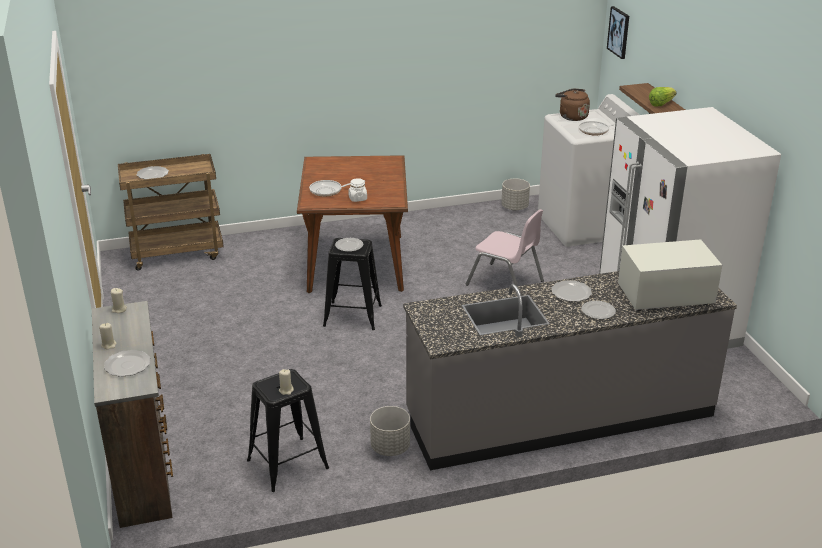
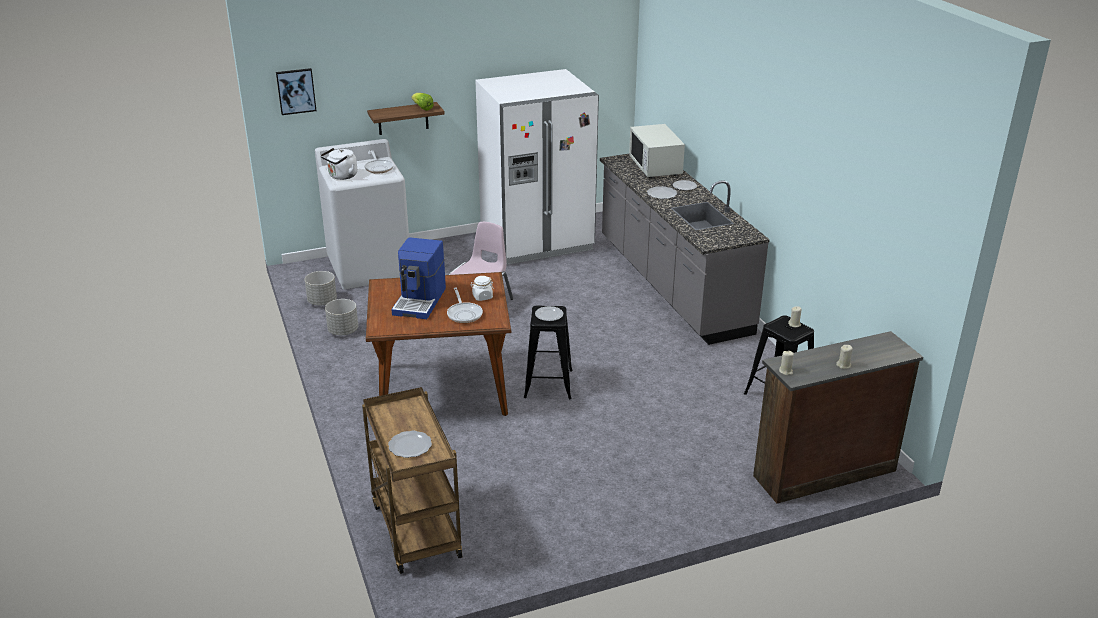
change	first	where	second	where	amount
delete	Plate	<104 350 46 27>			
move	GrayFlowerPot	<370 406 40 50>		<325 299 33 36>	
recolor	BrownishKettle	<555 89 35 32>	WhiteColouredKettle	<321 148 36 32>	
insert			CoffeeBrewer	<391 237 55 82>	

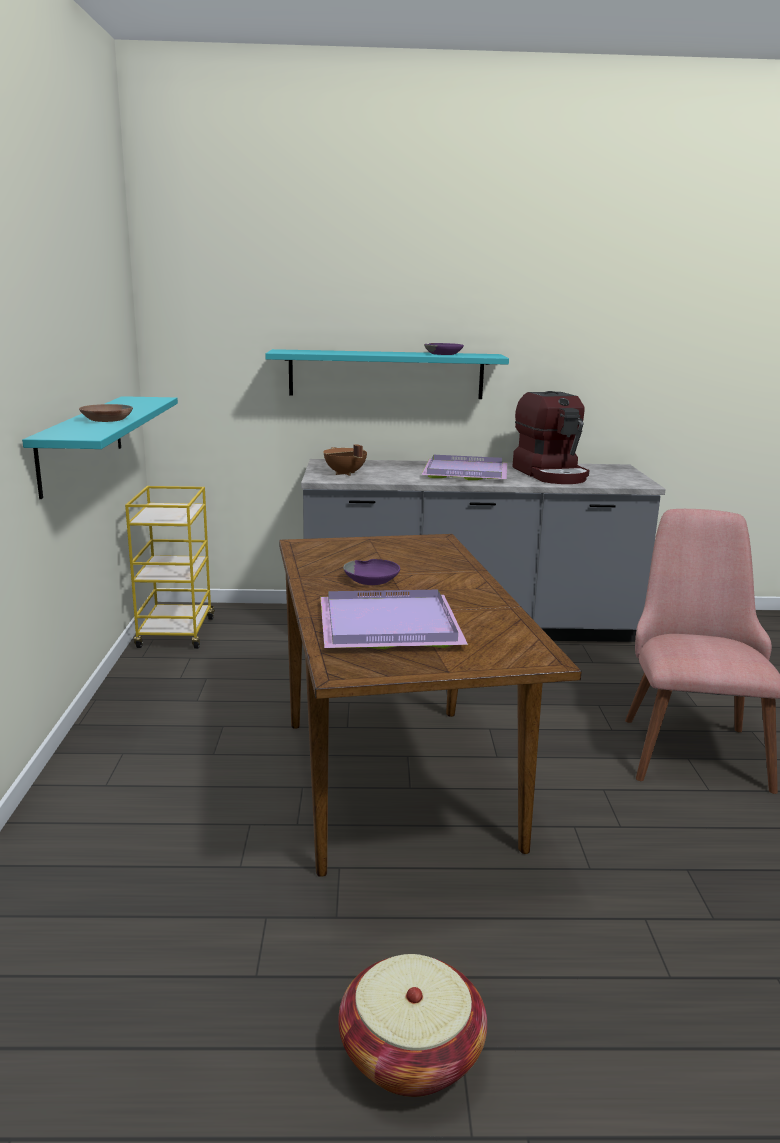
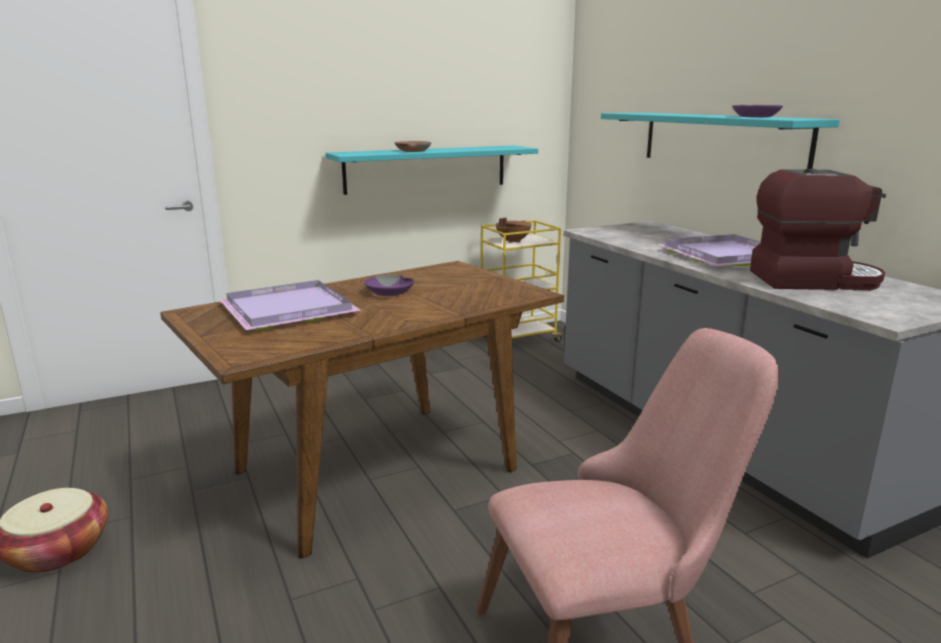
change	first	where	second	where	amount
move	BrownishStockpot	<323 444 44 32>		<496 217 36 26>	
rotate	CoffeeBrewer	<513 391 76 93>		<750 169 136 121>	135 degrees counterclockwise

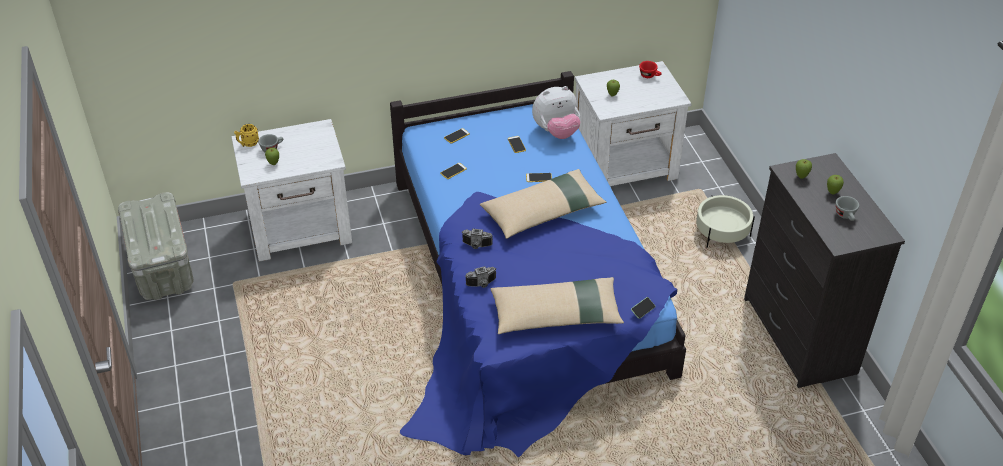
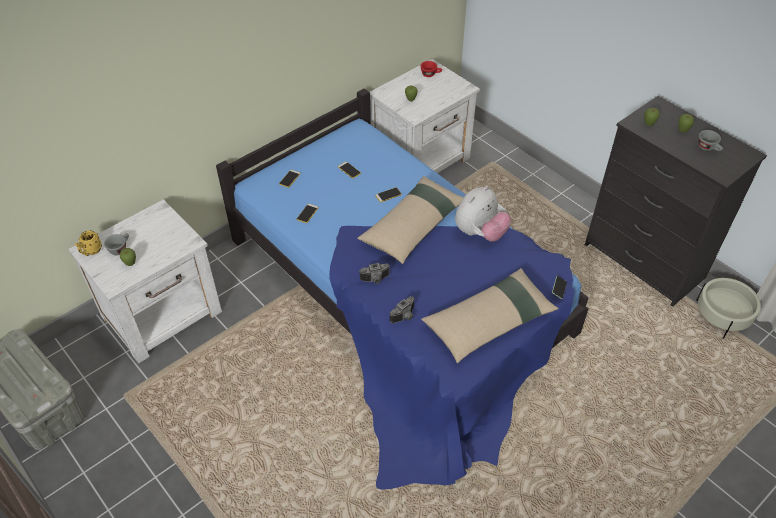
change	first	where	second	where	amount
move	CuddlyToy	<532 86 49 53>		<455 186 56 56>	
move	BeigeFlowerPot	<696 195 59 53>		<696 278 65 61>	

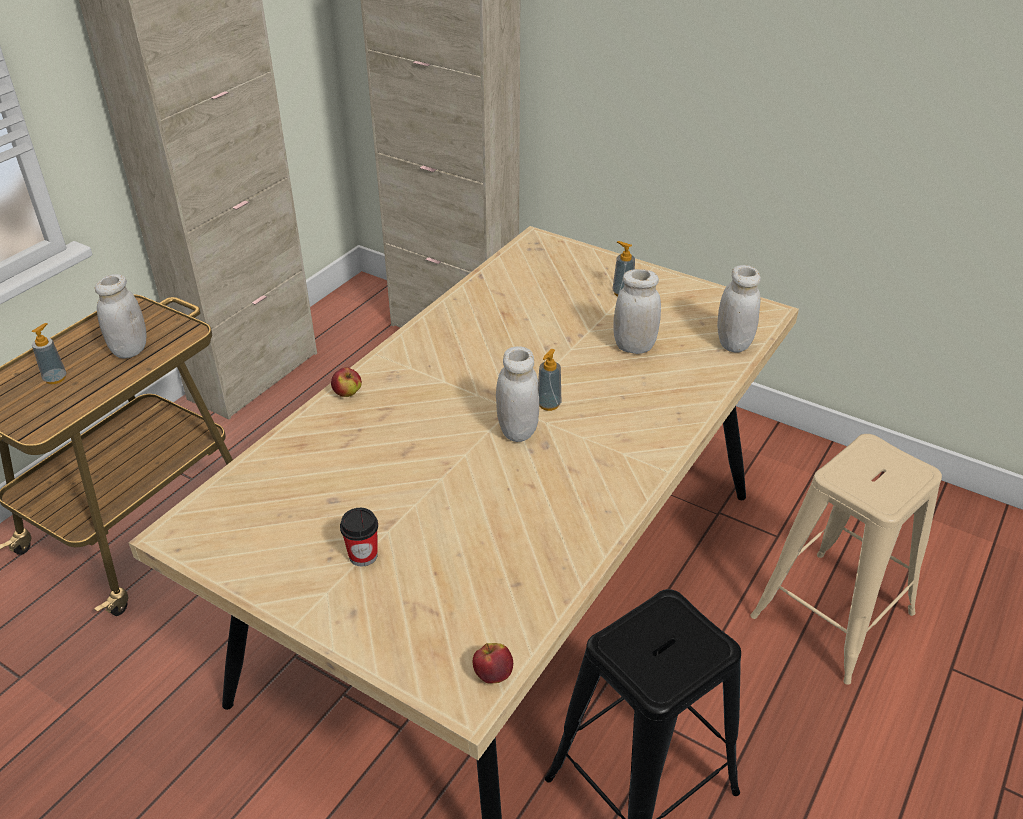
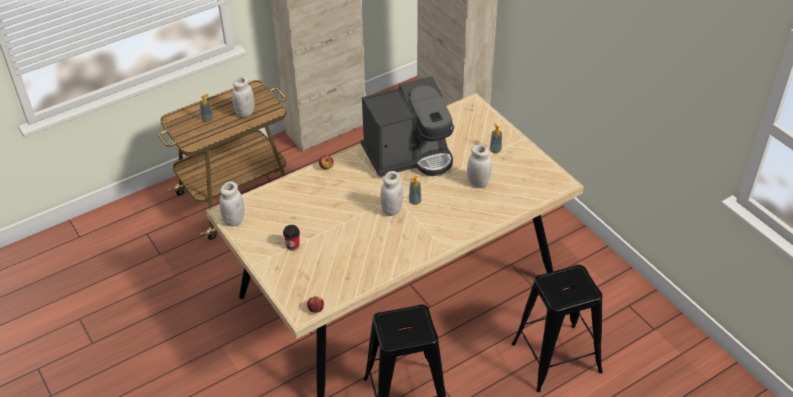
change	first	where	second	where	amount
move	WhiteColouredStorageJar	<717 265 44 87>		<220 181 25 46>	
recolor	BeigeStoolSeat	<750 434 192 251>	BlackishStoolSeat	<512 265 91 127>	
insert			CoffeeBrewer	<361 76 93 101>	

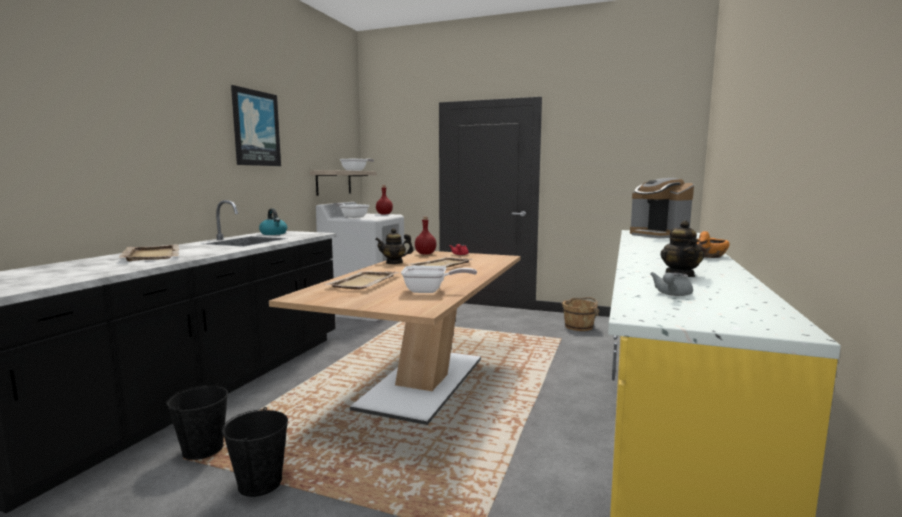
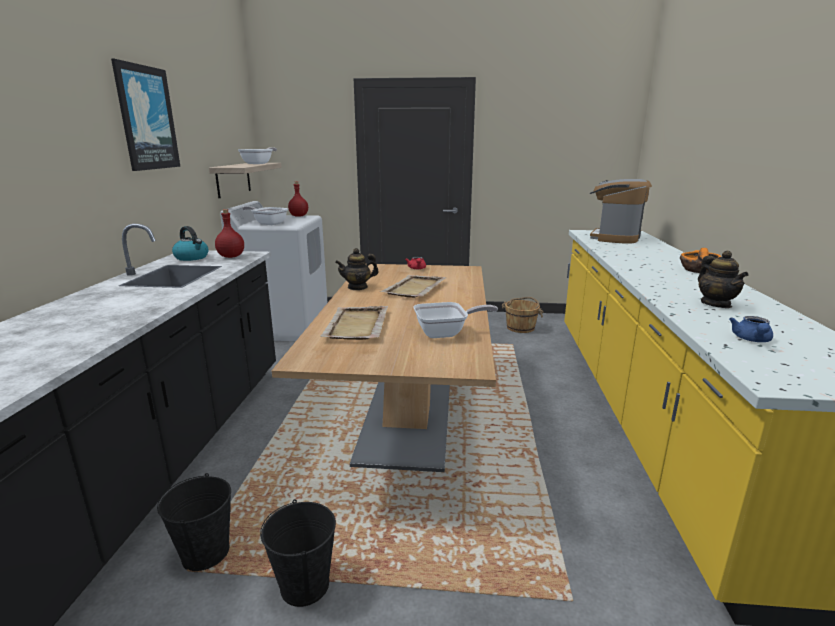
change	first	where	second	where	amount
delete	BeigeTray	<119 244 60 17>			
move	RedColouredBeverageBottle	<415 217 22 38>		<215 209 29 49>	
rotate	CoffeeBrewer	<630 178 64 60>		<590 179 62 65>	75 degrees clockwise
recolor	GrayPotForTea	<650 272 43 24>	BluePotForTea	<729 316 44 26>	

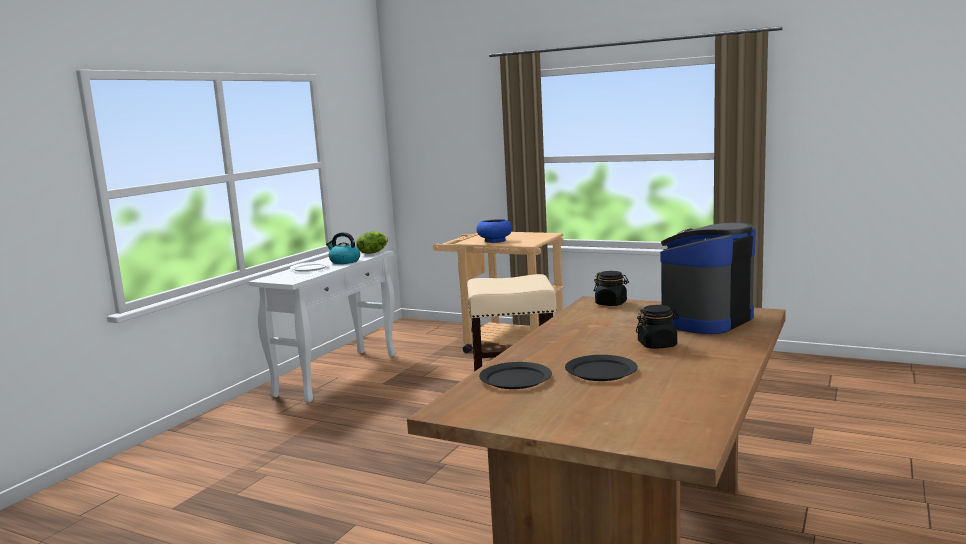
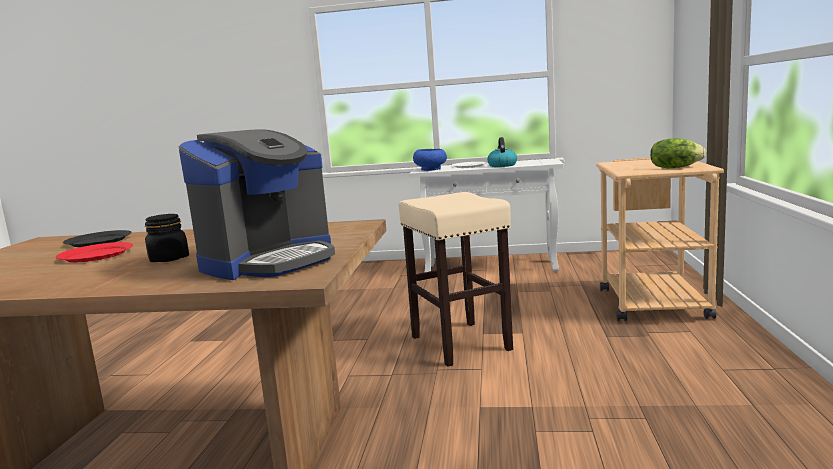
change	first	where	second	where	amount
move	Lettuce	<356 231 32 23>		<650 138 56 30>	
move	BlueBowl	<476 219 36 24>		<413 149 34 22>	
recolor	BlackishPlate	<565 355 73 26>	RedColouredPlate	<56 242 77 20>	
delete	BlackishStorageJar	<594 271 35 35>			
rotate	CoffeeBrewer	<659 222 97 112>		<179 129 156 151>	105 degrees clockwise

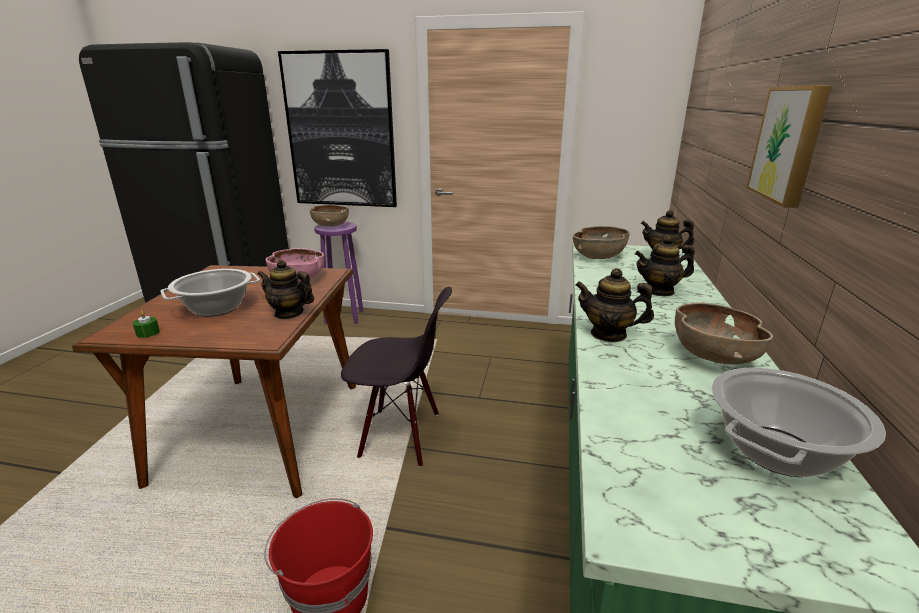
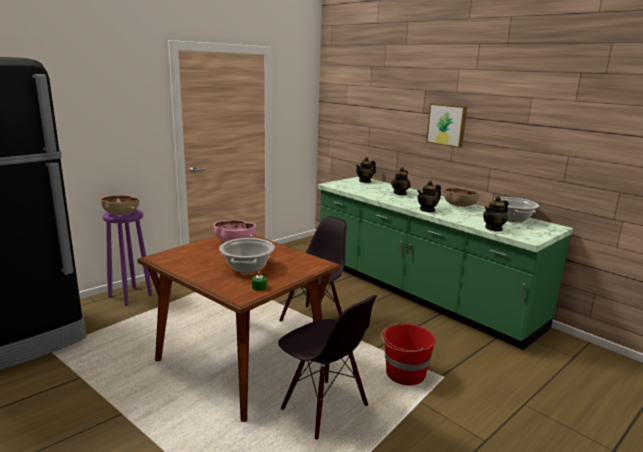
change	first	where	second	where	amount
move	PotForTea	<257 260 57 59>		<483 196 25 35>	
delete	WallPicture	<278 49 119 158>			
delete	BrownishBowl	<573 226 57 33>			
insert			BlackishPlainChair	<278 295 99 145>	

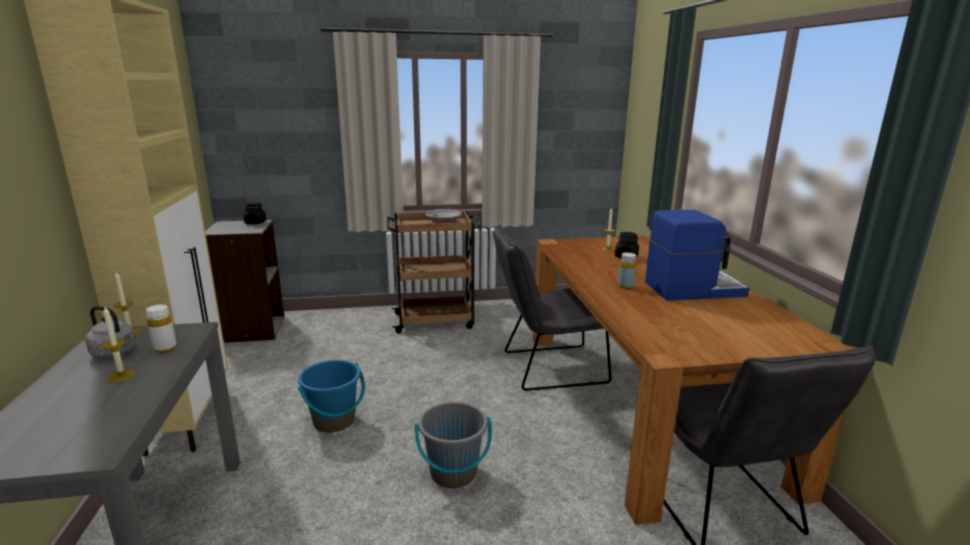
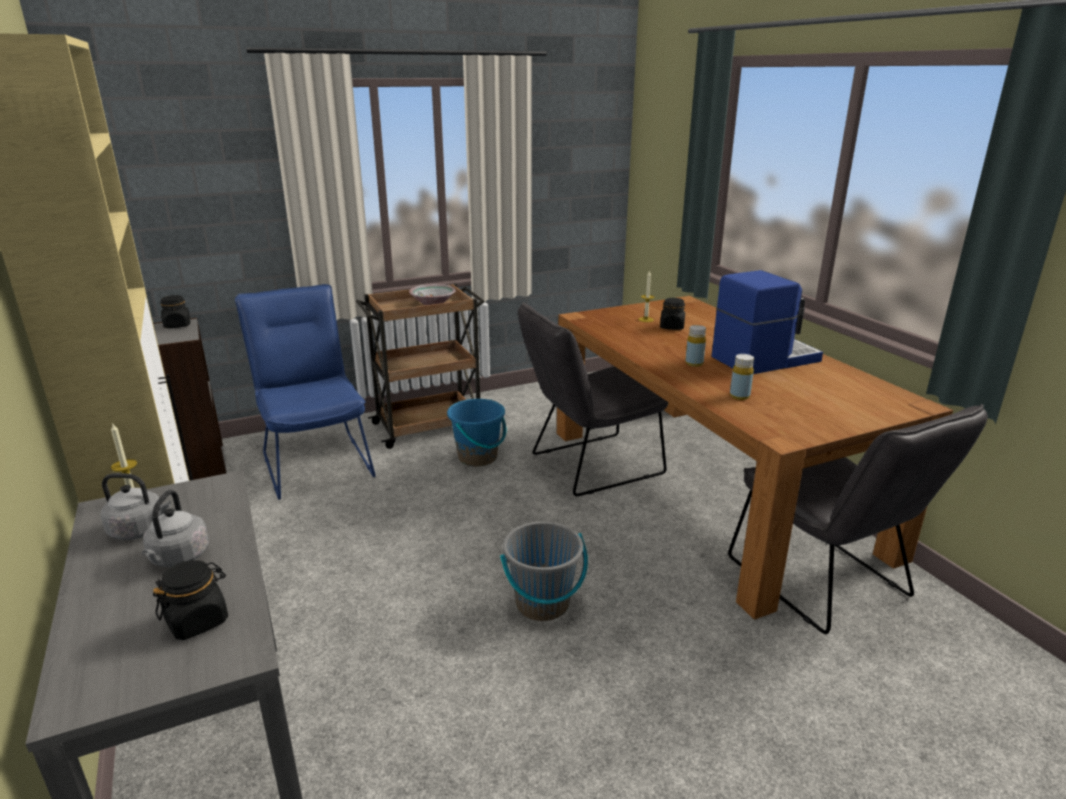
change	first	where	second	where	amount
replace	WaxCandle	<102 307 33 75>	GrayKettle	<142 490 67 77>	
delete	WhiteColouredBeverageBottle	<146 304 31 49>			
move	BluePail	<298 360 67 73>		<447 399 59 68>	
insert			BlackishStorageJar	<153 560 75 80>	
insert			BluePlainChair	<235 284 141 216>	
insert			YellowishBeverageBottle	<730 354 24 46>	

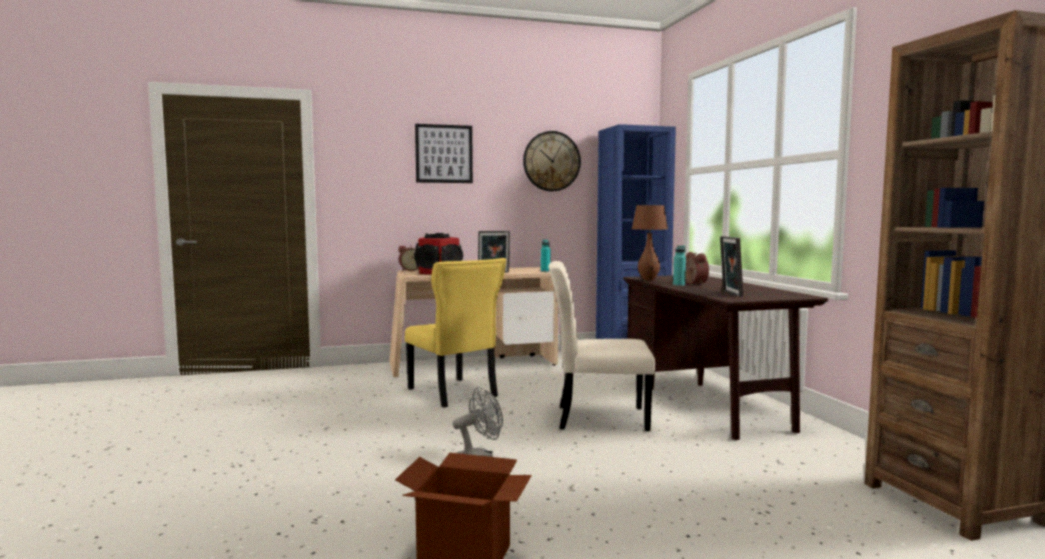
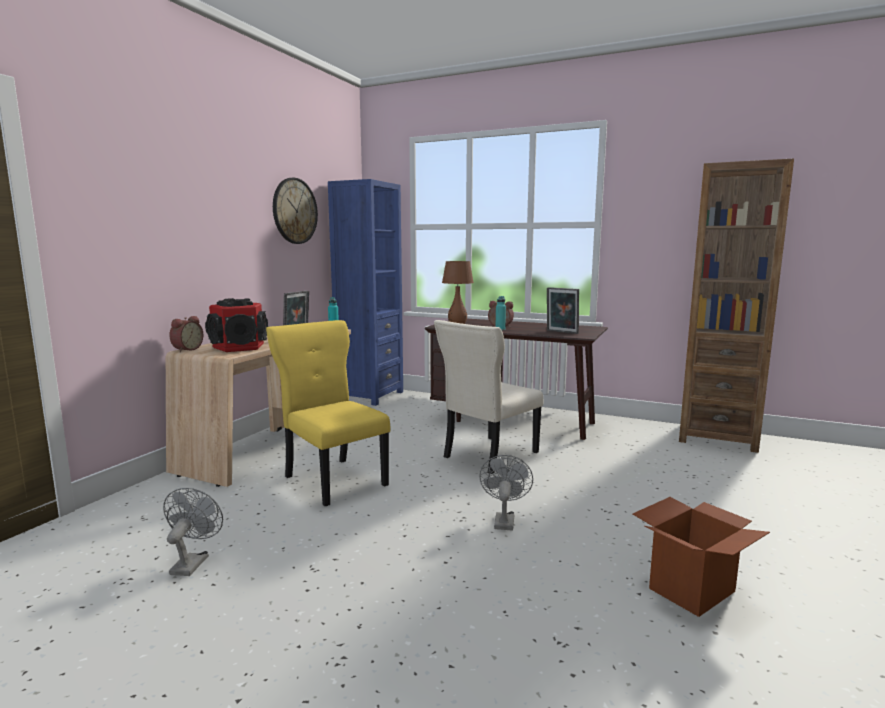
change	first	where	second	where	amount
rotate	YellowishPlainChair	<405 258 101 150>		<266 320 125 186>	135 degrees counterclockwise
delete	WallPicture	<415 124 58 59>			
insert			GrayElectricFan	<163 488 60 88>	

